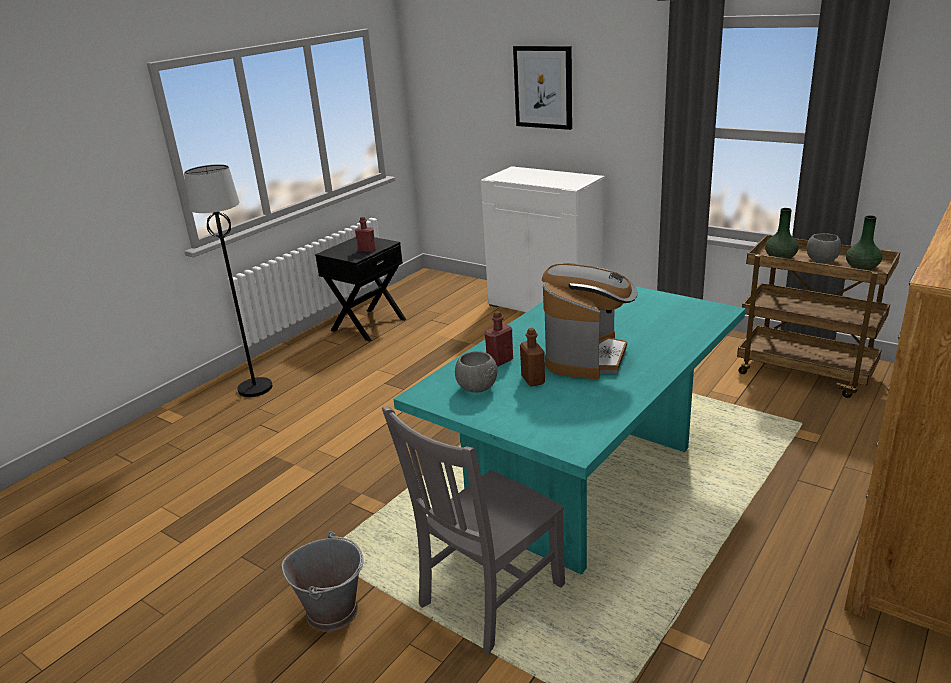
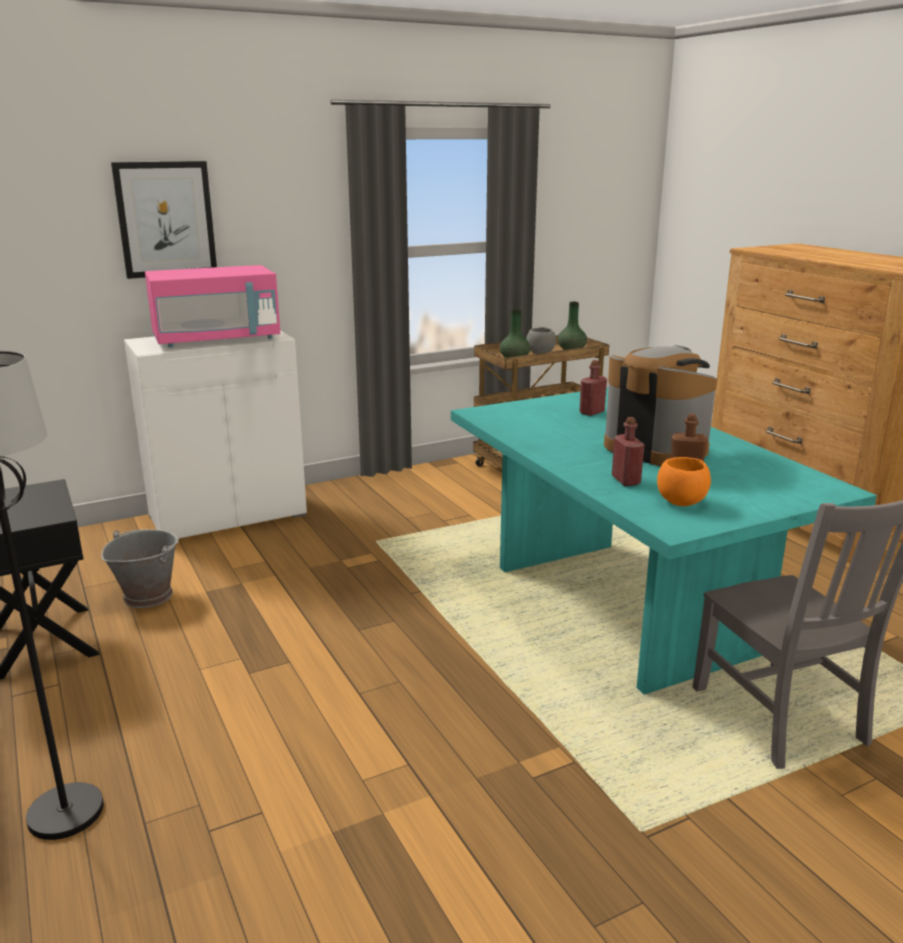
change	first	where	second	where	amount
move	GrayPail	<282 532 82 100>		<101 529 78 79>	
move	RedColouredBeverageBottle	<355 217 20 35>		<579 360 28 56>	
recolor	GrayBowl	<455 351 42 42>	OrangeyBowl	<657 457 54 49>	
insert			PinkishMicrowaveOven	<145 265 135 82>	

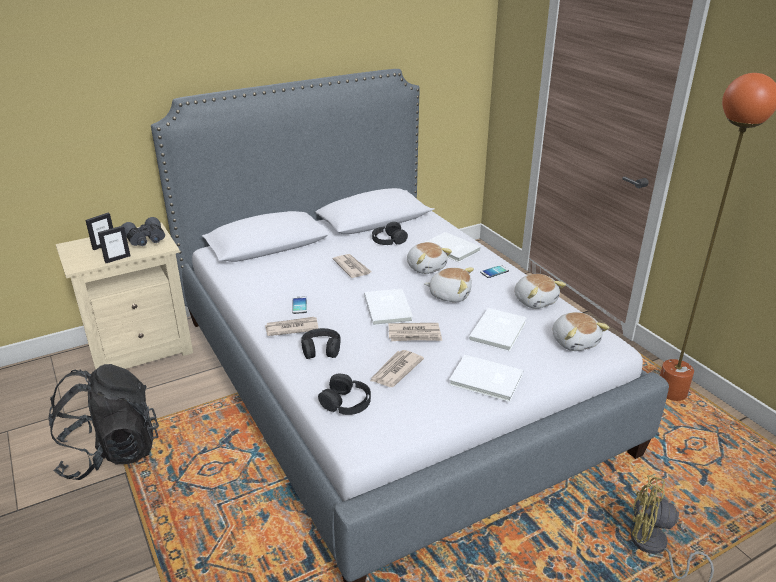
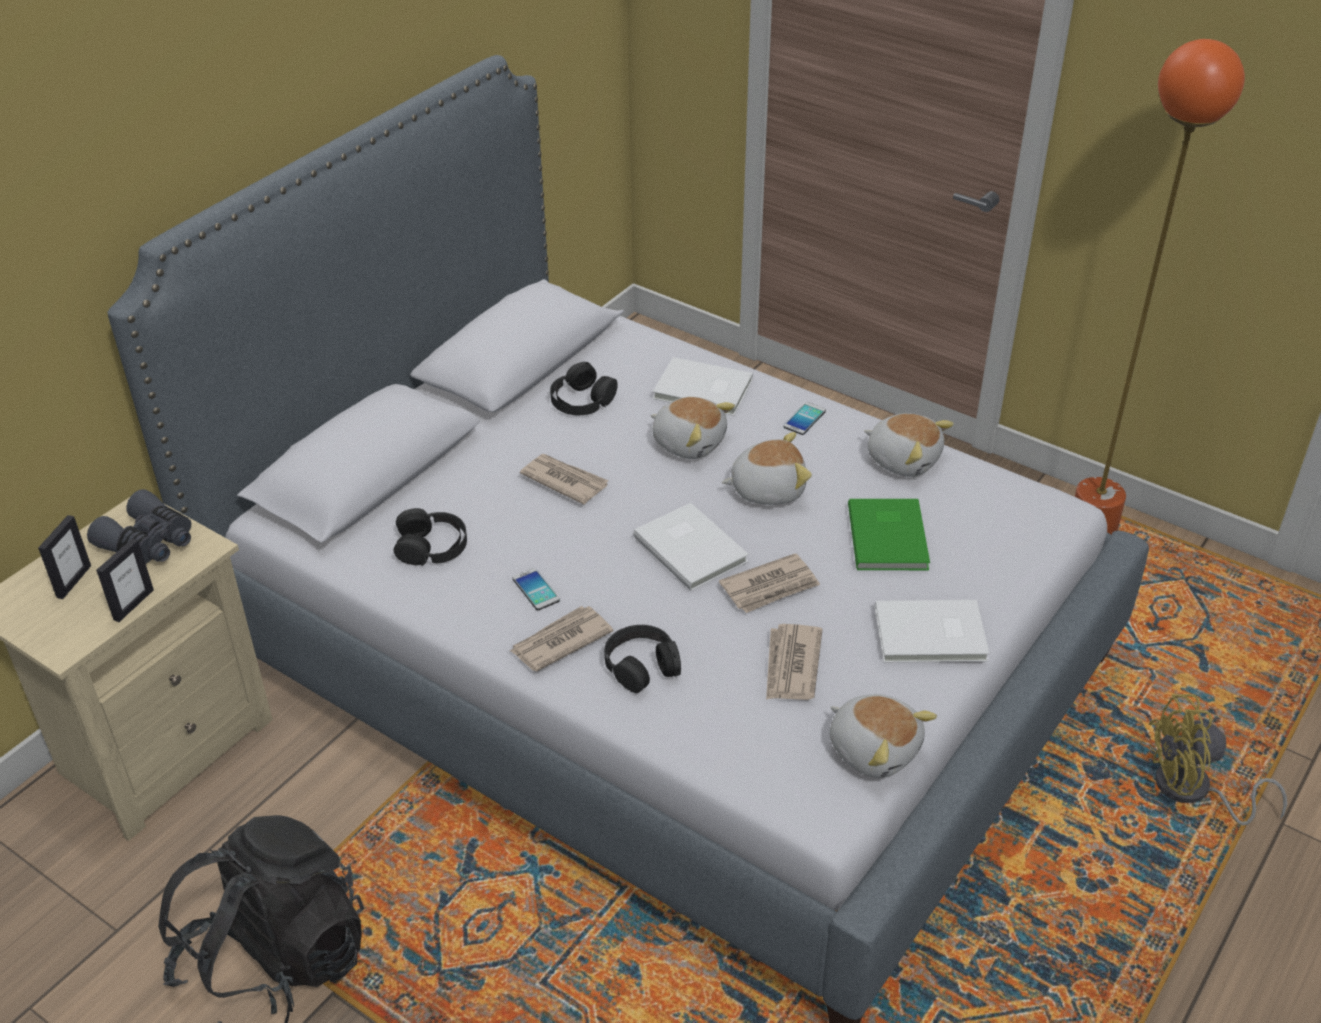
change	first	where	second	where	amount
move	BlackishPairOfHeadphones	<318 374 53 41>		<393 508 74 58>	
recolor	WhiteColouredBook	<469 308 58 44>	GreenBook	<848 499 82 71>	
move	CuddlyToy	<552 312 58 39>		<830 694 107 84>	

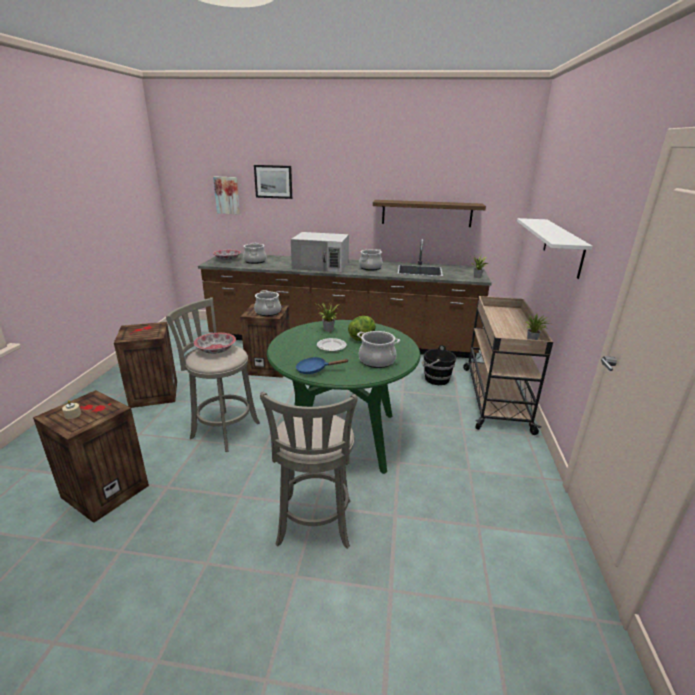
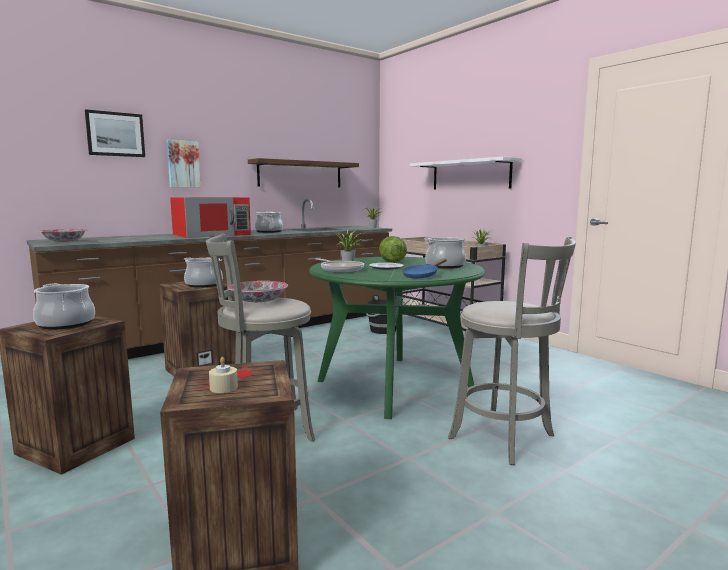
change	first	where	second	where	amount
move	WallPicture	<213 177 27 37>		<167 140 34 48>	
move	Stockpot	<243 243 23 21>		<33 283 62 47>	
recolor	WhiteColouredMicrowaveOven	<291 232 58 40>	RedColouredMicrowaveOven	<170 197 81 41>	
insert			FryingPan	<316 258 48 14>	

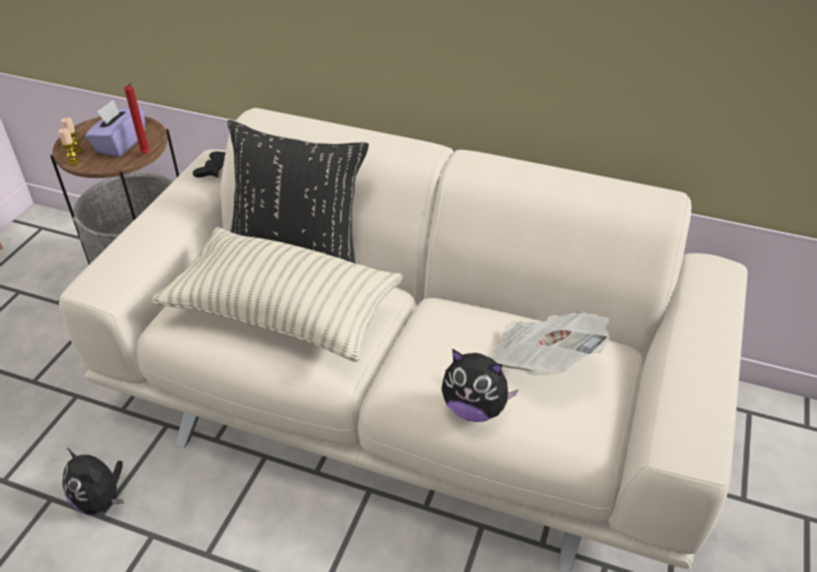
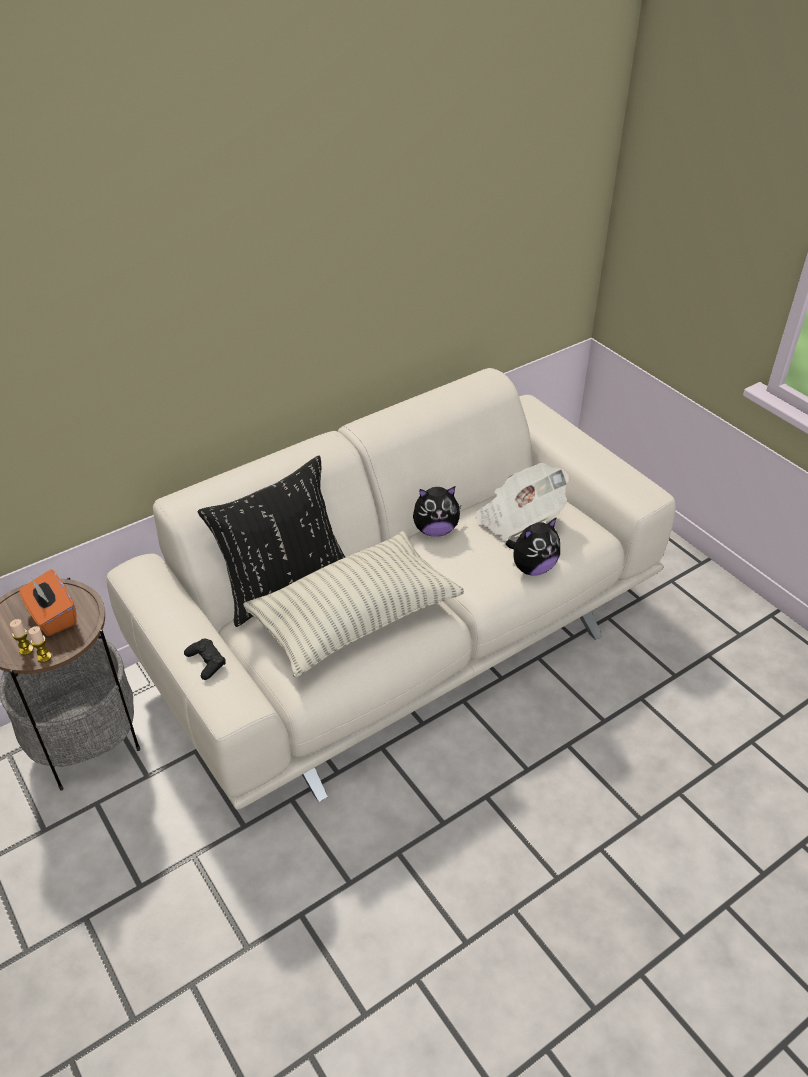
change	first	where	second	where	amount
move	CuddlyToy	<62 448 62 67>		<413 486 48 51>	
recolor	PurplishBoxOfTissues	<85 100 60 57>	OrangeyBoxOfTissues	<19 570 58 66>	
delete	RedColouredWaxCandle	<124 83 26 71>			
move	BlackishJoypad	<193 151 33 27>		<184 639 42 41>	

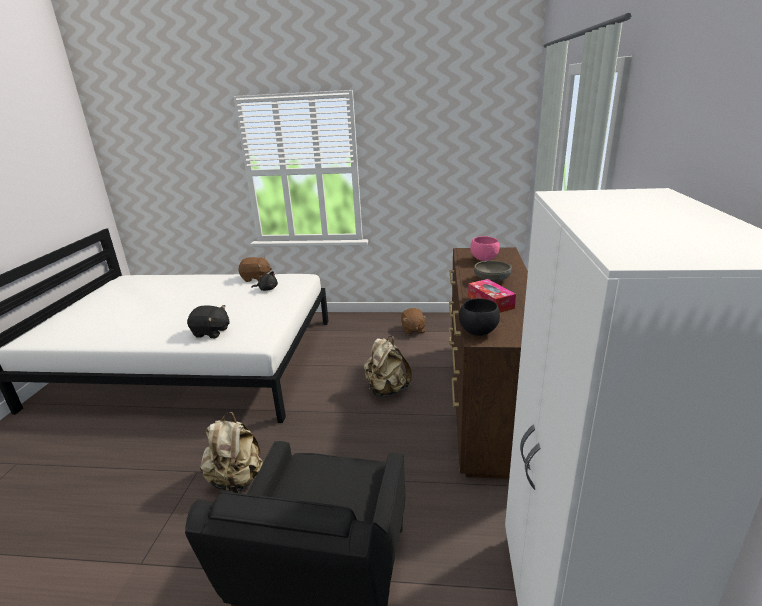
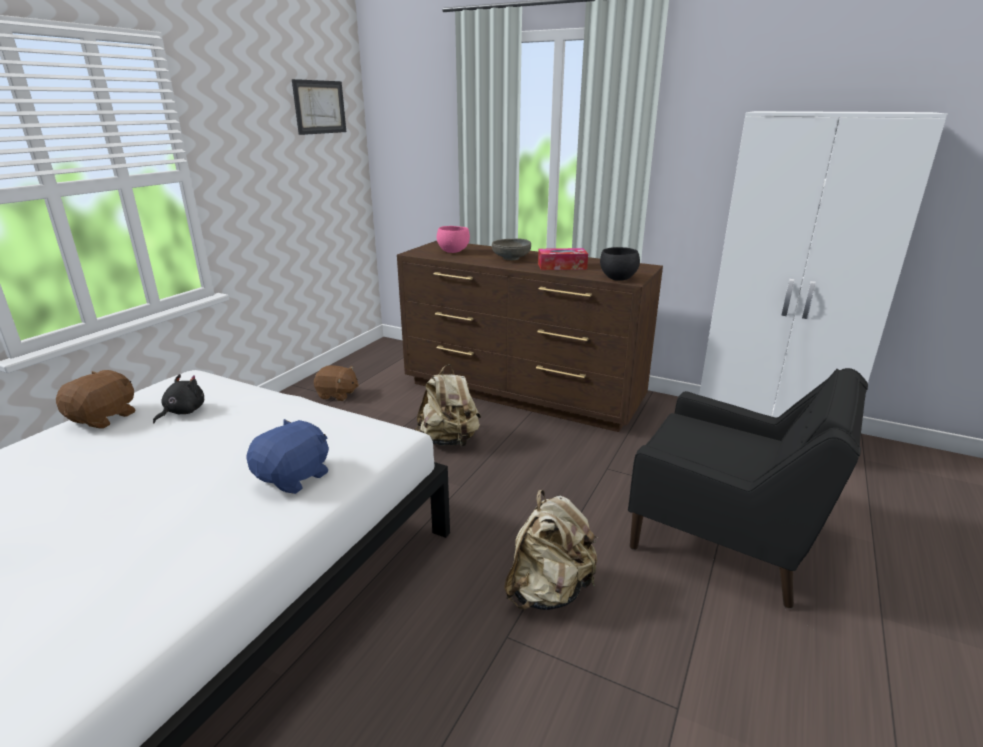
change	first	where	second	where	amount
recolor	BlackishCuddlyToy	<187 305 43 33>	BlueCuddlyToy	<246 419 83 75>	
insert			WallPicture	<292 79 54 56>	

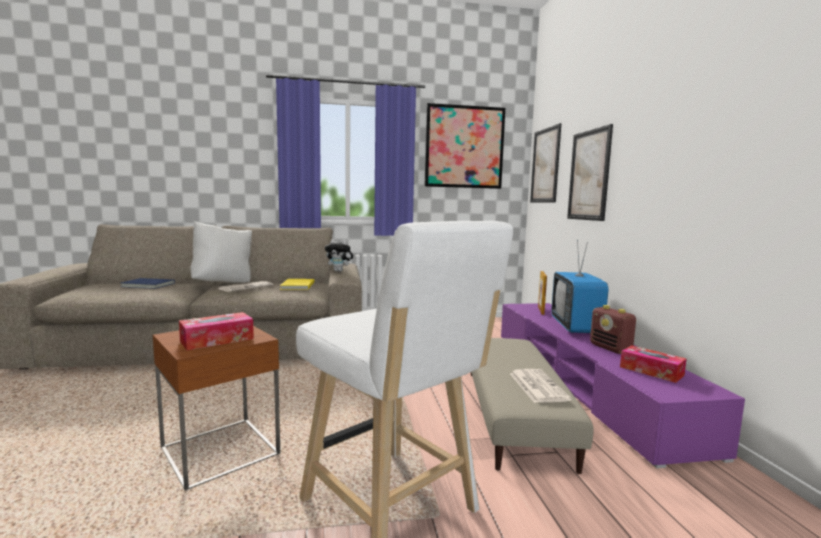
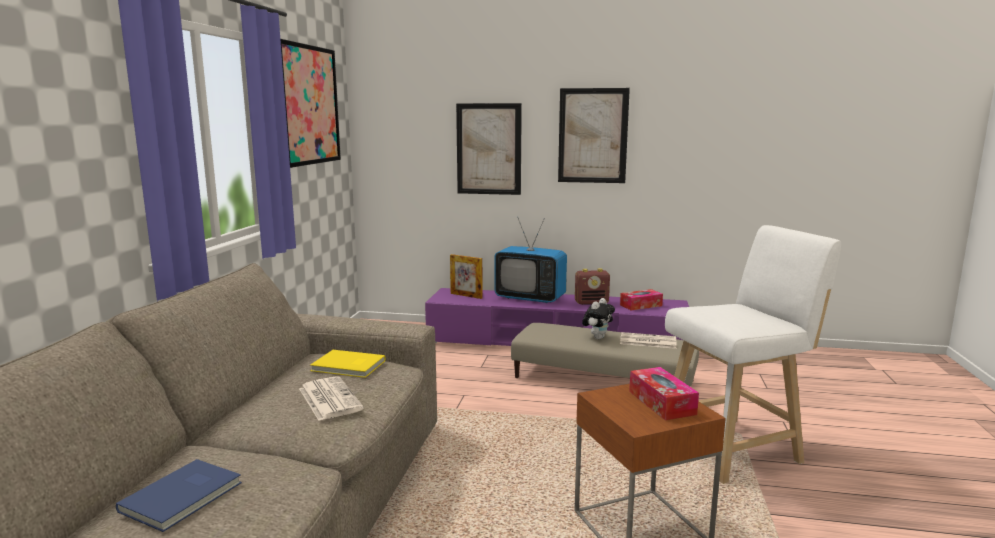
change	first	where	second	where	amount
delete	WhiteColouredThrowPillow	<190 221 62 62>			
move	CuddlyToy	<325 239 29 33>		<582 298 33 41>	
move	WallPicture	<530 123 31 80>		<558 88 72 95>	

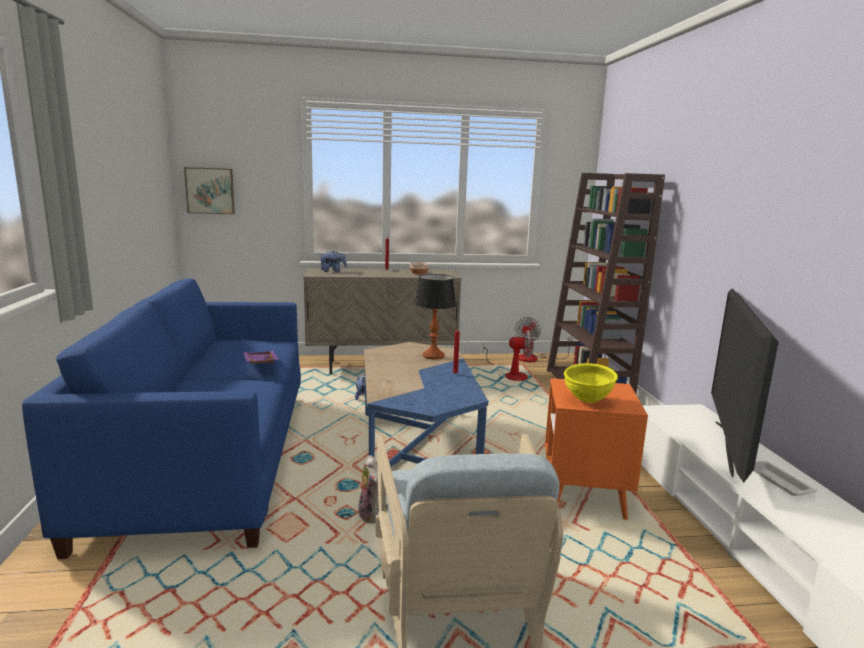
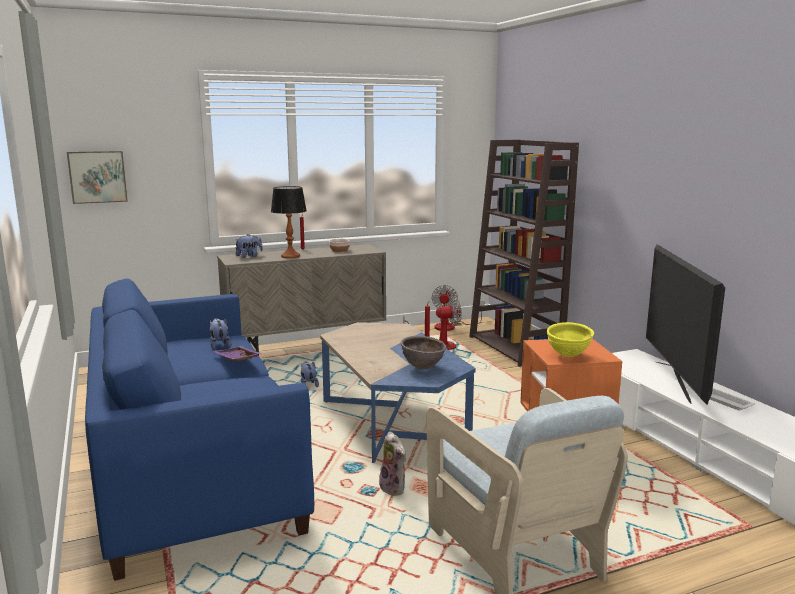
change	first	where	second	where	amount
move	TabletopLamp	<414 274 42 85>		<271 186 36 73>	
insert			CuddlyToy	<209 318 23 32>	
insert			BrownishBowl	<400 336 46 34>	

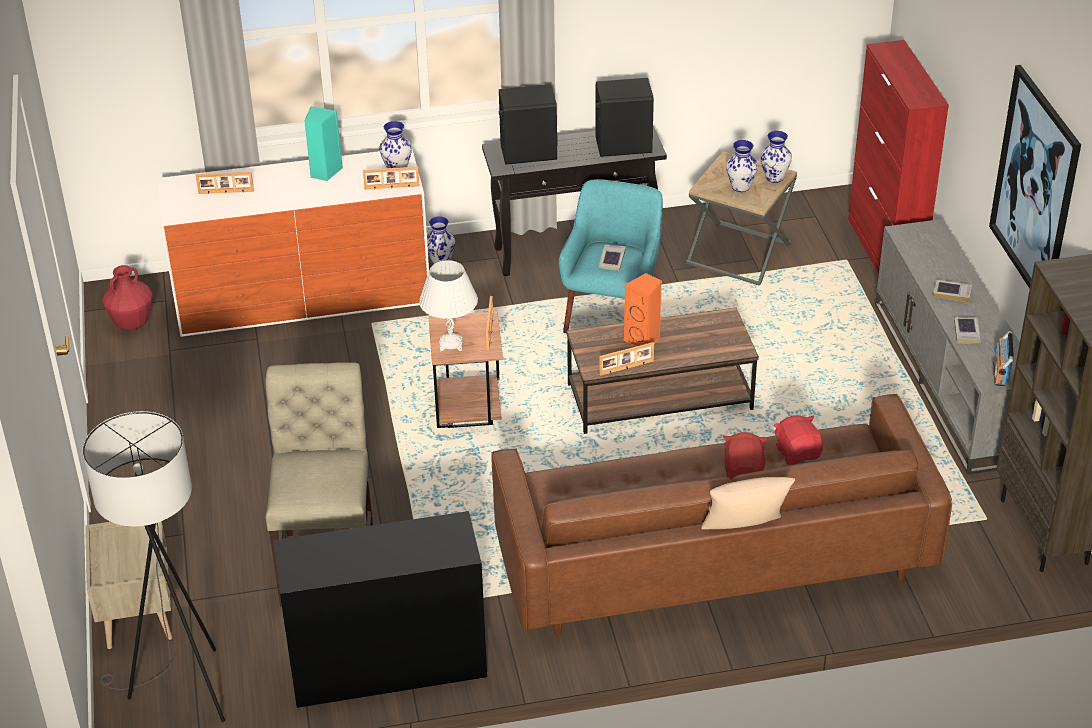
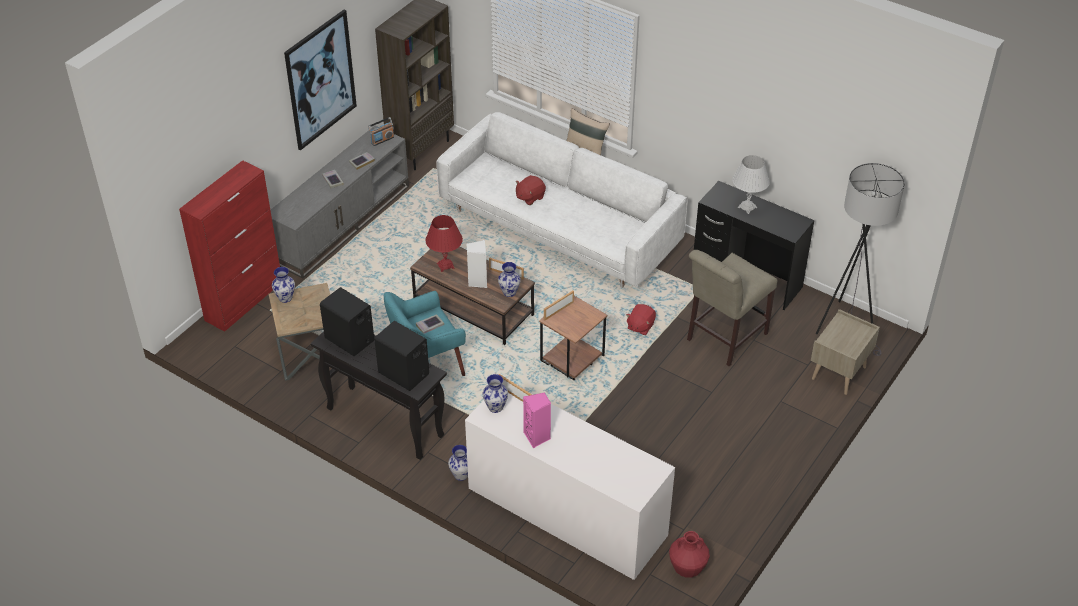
change	first	where	second	where	amount
delete	PictureFrame	<196 172 58 22>			
recolor	BlueGreenLoudspeaker	<304 106 39 75>	PinkishLoudspeaker	<523 392 28 56>	
move	WhiteColouredTabletopLamp	<419 260 59 91>		<732 155 38 59>	
recolor	BrownishSofa	<491 394 461 242>	WhiteColouredSofa	<436 112 252 176>	
recolor	OrangeyLoudspeaker	<624 273 38 73>	WhiteColouredLoudspeaker	<466 240 21 48>	
move	FlowerVase	<726 140 32 52>		<498 262 23 35>	
move	RedColouredCuddlyToy	<773 415 50 49>		<626 304 30 31>	
insert			RedColouredTabletopLamp	<425 215 38 57>	

